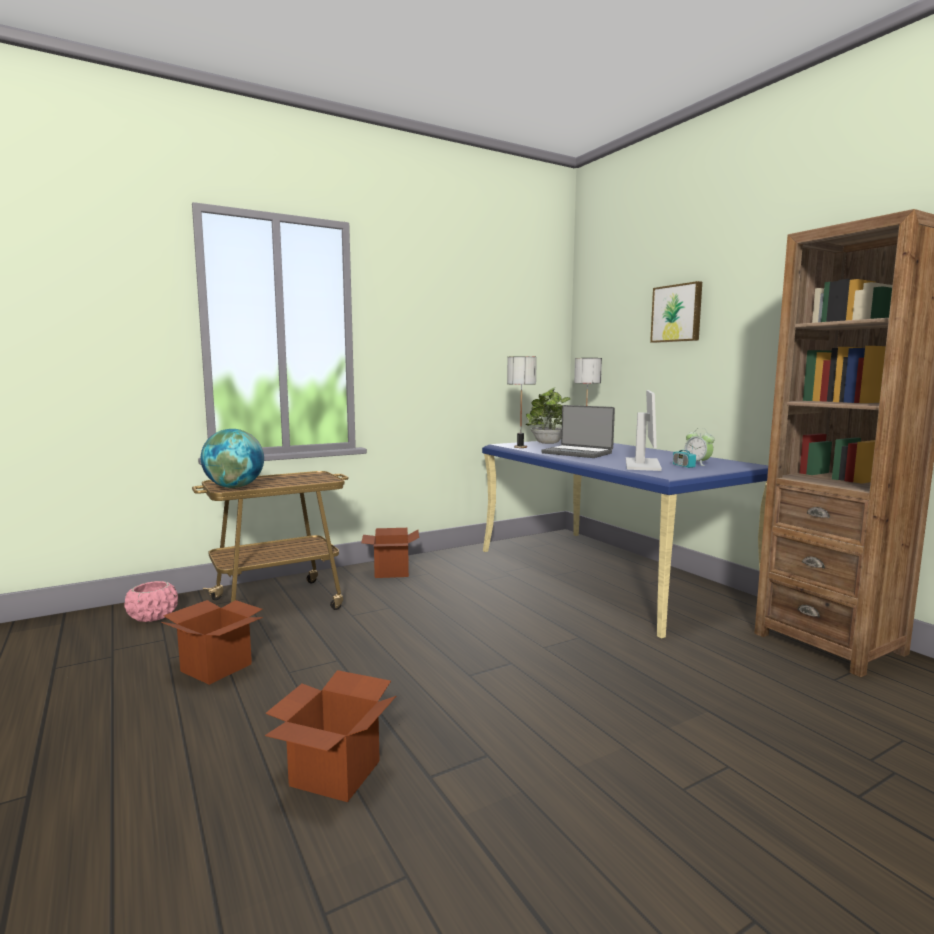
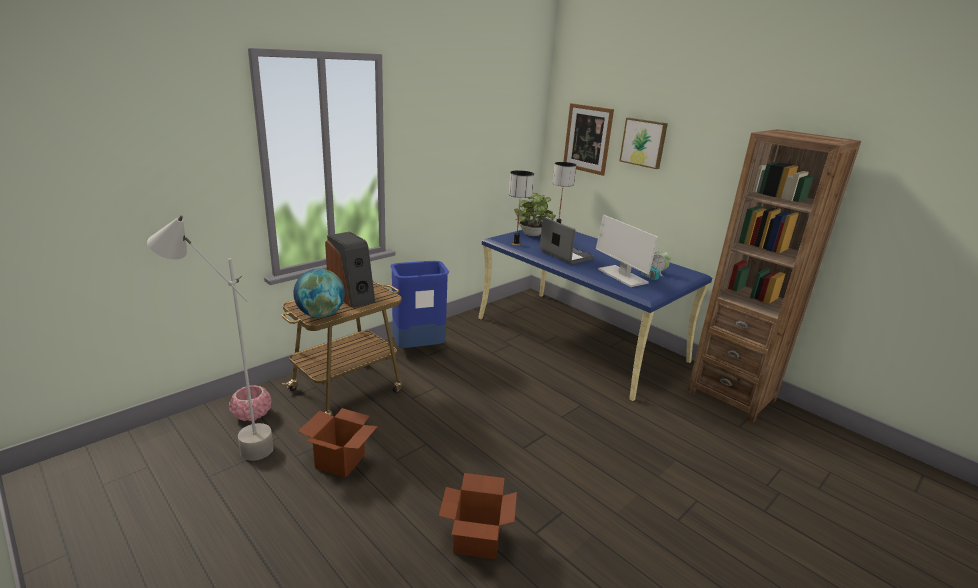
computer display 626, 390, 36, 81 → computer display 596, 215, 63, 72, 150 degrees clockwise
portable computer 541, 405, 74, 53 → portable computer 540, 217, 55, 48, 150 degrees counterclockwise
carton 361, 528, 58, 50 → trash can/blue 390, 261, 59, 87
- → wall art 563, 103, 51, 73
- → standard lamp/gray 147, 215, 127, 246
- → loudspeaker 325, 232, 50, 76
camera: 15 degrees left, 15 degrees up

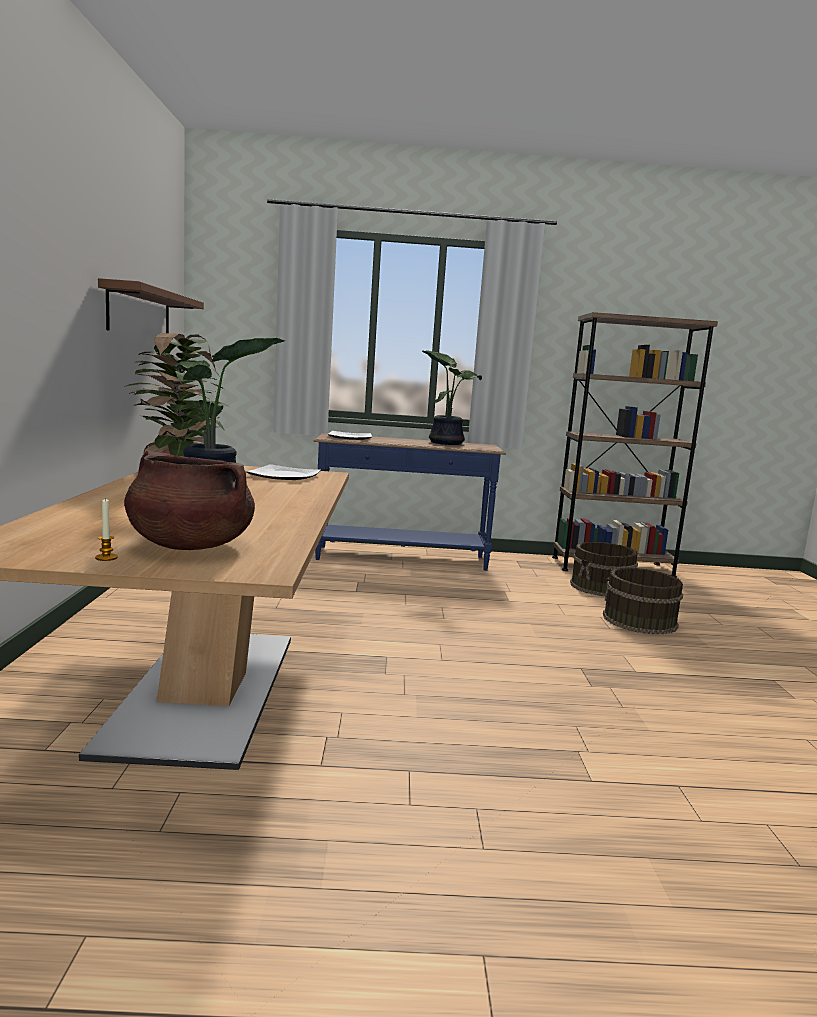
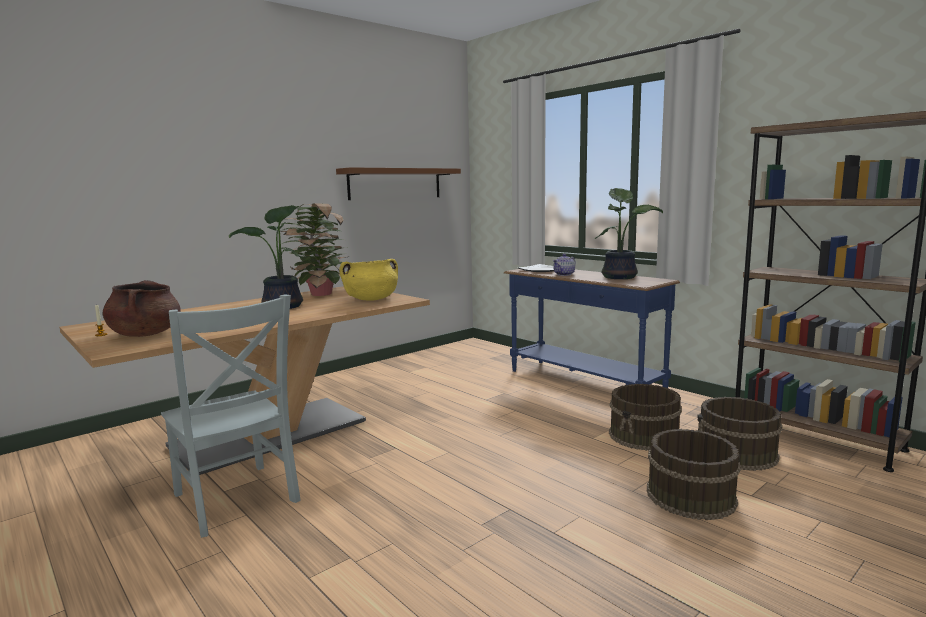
plate 246, 464, 75, 16 → stockpot/yellow-coloured 339, 259, 59, 42
- → tea pot 553, 254, 23, 22
- → upright chair/gray 161, 294, 140, 244
- → pail/brownish 609, 384, 73, 67
camera: 50 degrees right, 0 degrees up

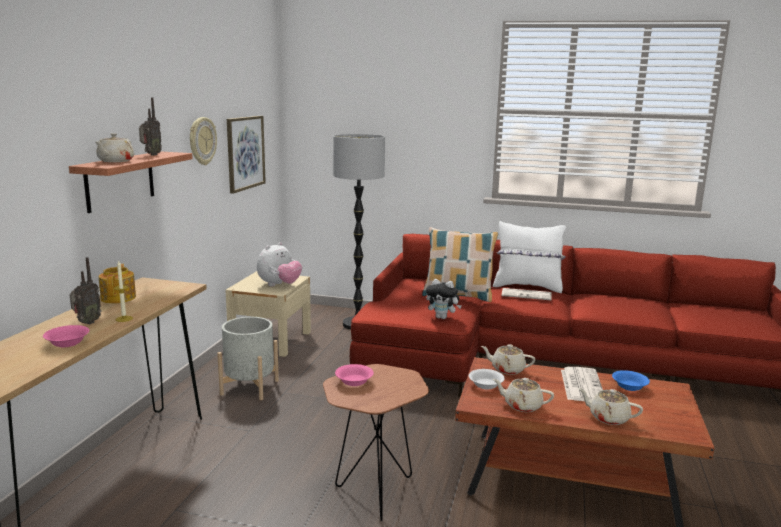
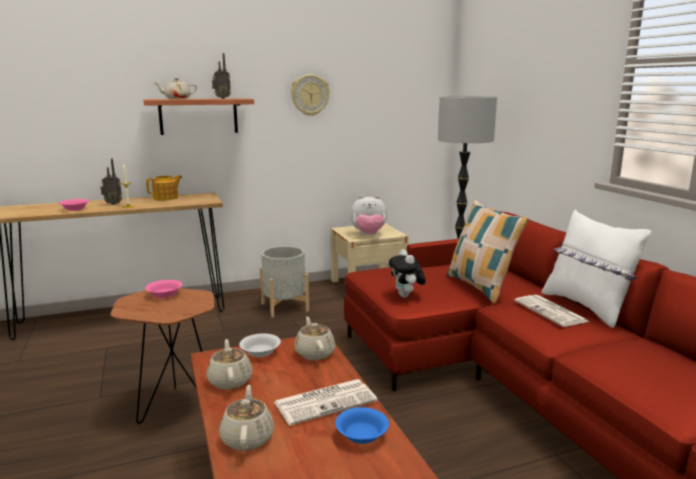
wall art 227, 116, 39, 78 → -
camera: 55 degrees right, 0 degrees up

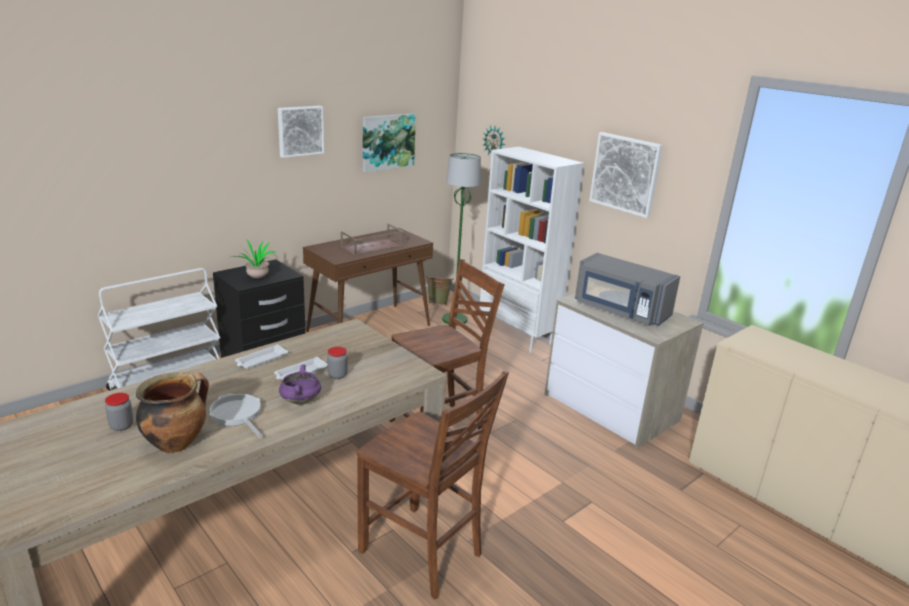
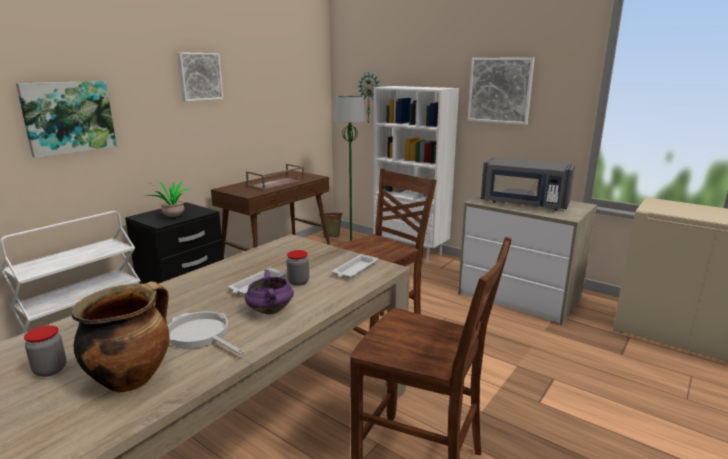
wall art 363, 114, 53, 58 → wall art 16, 81, 101, 77, shifted
tray/whitish 235, 344, 53, 25 → tray/whitish 332, 254, 46, 25, shifted
camera: 10 degrees left, 5 degrees down

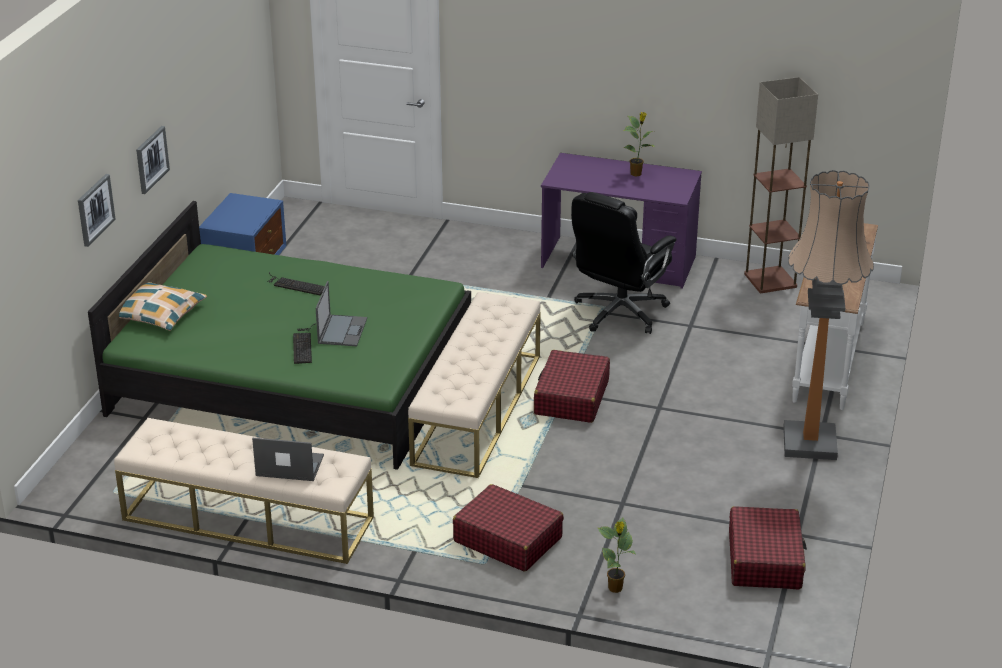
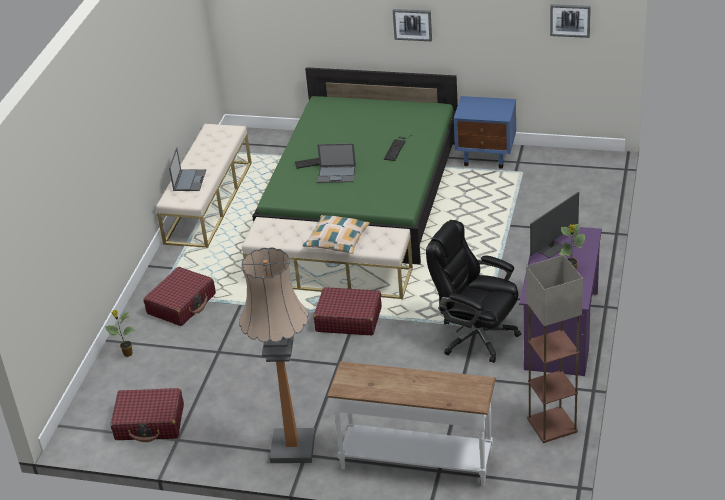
wall art 78, 174, 38, 73 → wall art 550, 4, 41, 34, shifted
throw pillow 119, 282, 88, 49 → throw pillow 302, 215, 68, 39, shifted
- → computer display 530, 192, 49, 66
camera: 90 degrees right, 5 degrees up

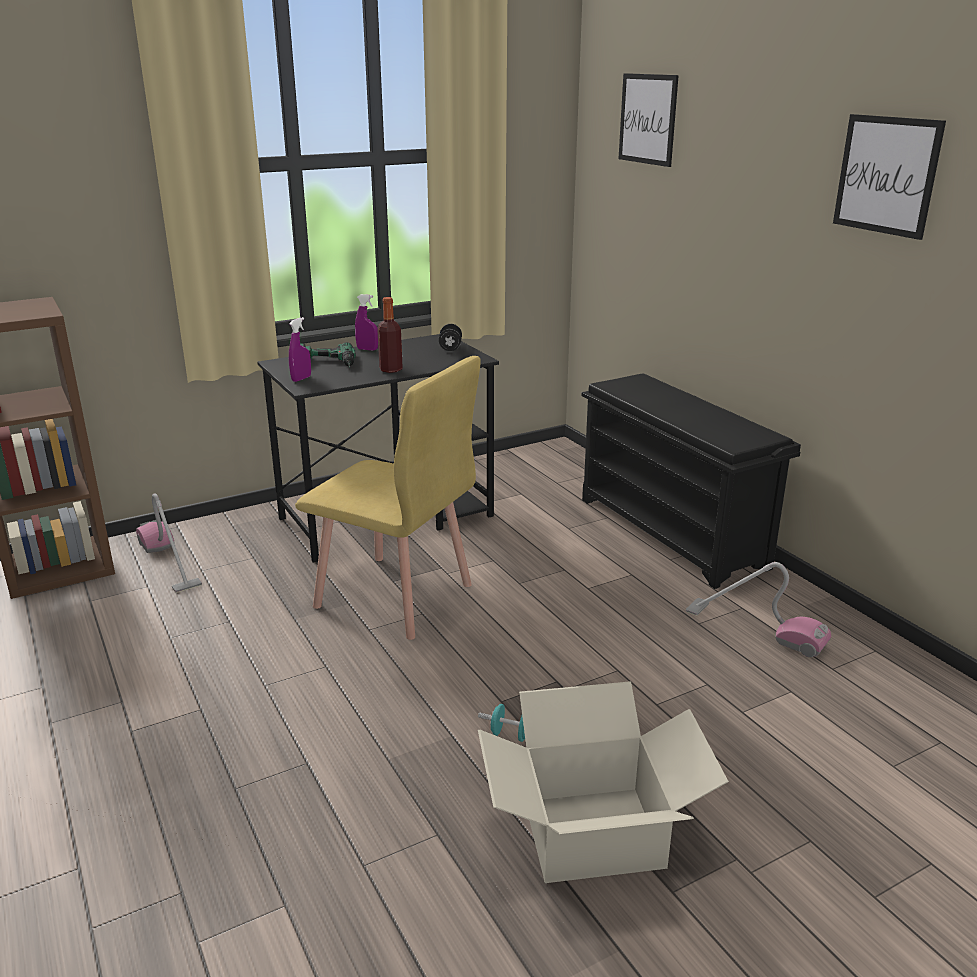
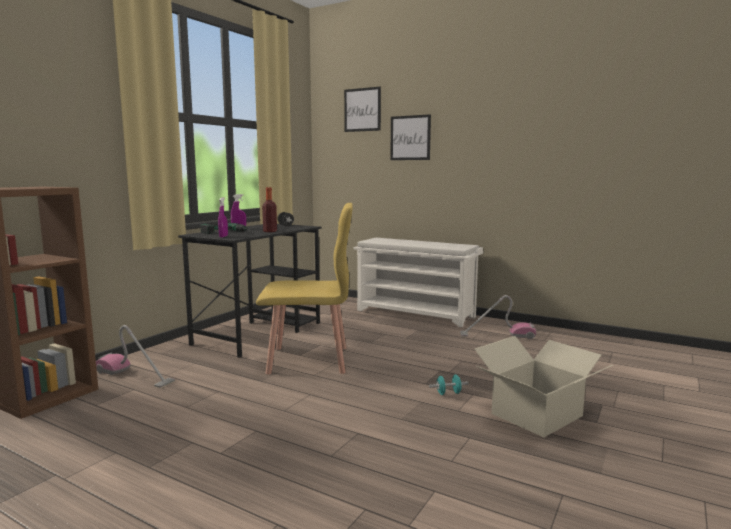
wall art 833, 114, 113, 126 → wall art 390, 114, 41, 46, shifted
shoe stand/blackish 581, 374, 220, 215 → shoe stand/whitish 353, 238, 130, 89
camera: 30 degrees left, 15 degrees down

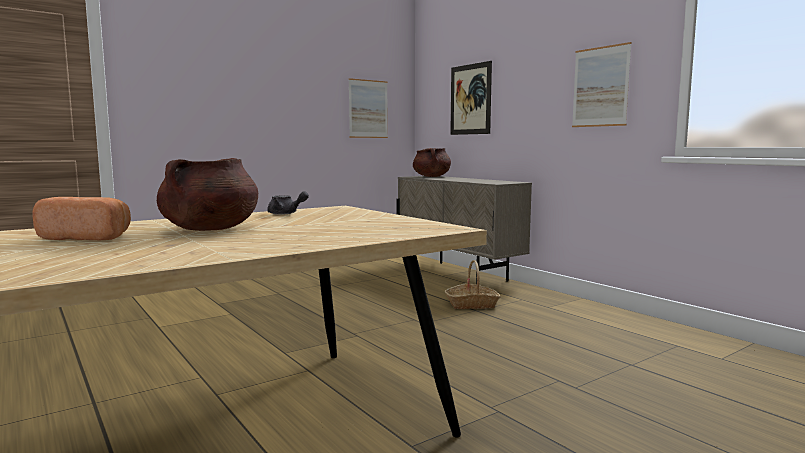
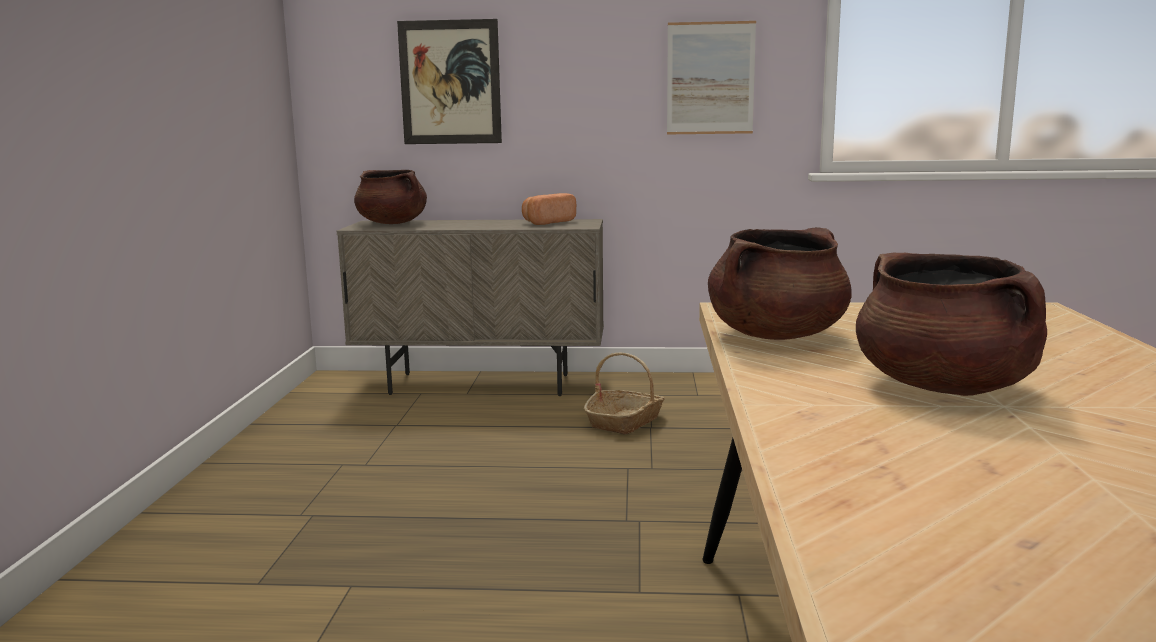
wall art 349, 78, 39, 60 → -
tea pot/gray 267, 191, 42, 24 → stockpot/brownish 708, 227, 144, 113
bakery bread 32, 197, 99, 43 → bakery bread 522, 193, 54, 32, shifted
camera: 50 degrees left, 5 degrees up

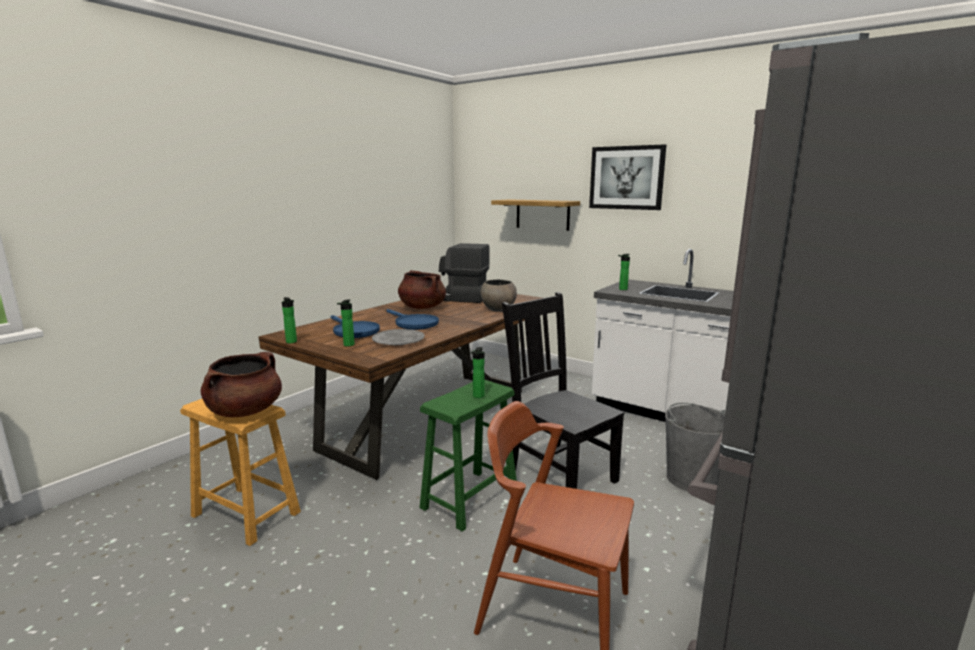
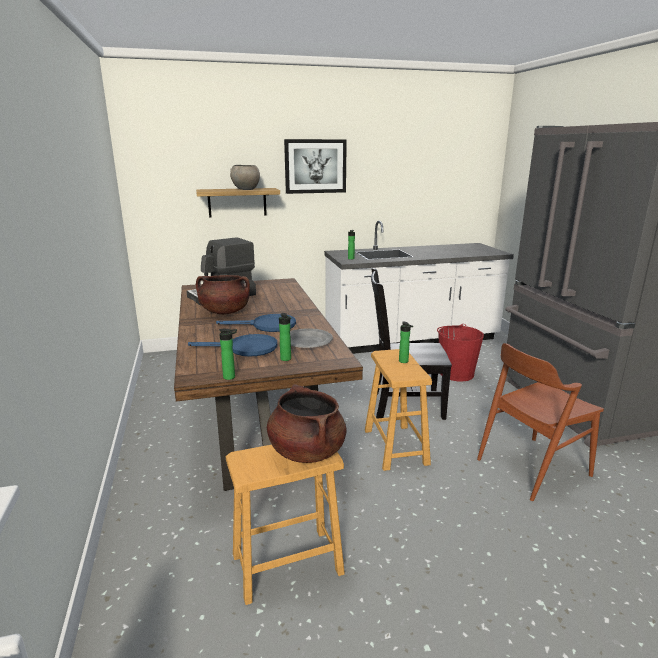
serving bowl/gray 481, 279, 36, 33 → serving bowl/gray 230, 165, 30, 25, shifted
stool seat/greenish 419, 380, 98, 152 → stool seat/brownish 365, 349, 67, 122
pail/gray 665, 403, 61, 88 → pail/reddish 437, 324, 47, 58
camera: 50 degrees left, 5 degrees up

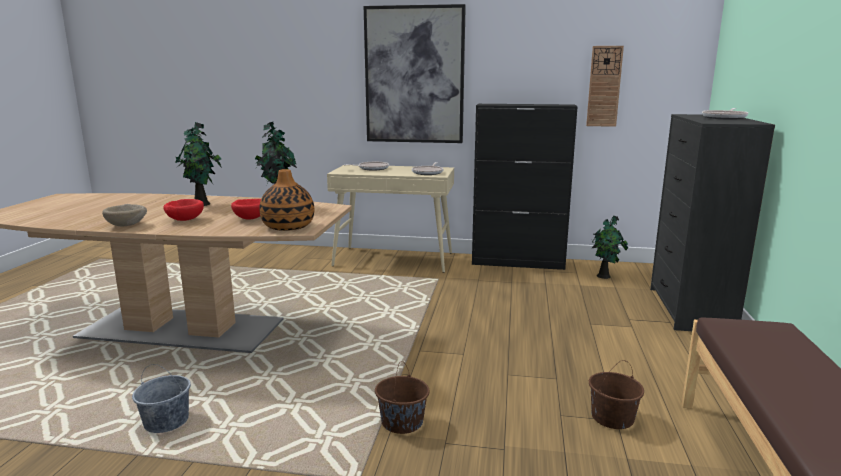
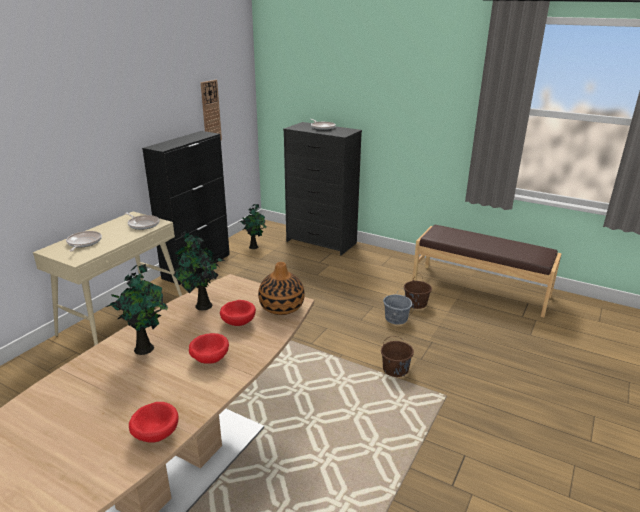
wall art 364, 4, 102, 139 → -
serving bowl/beige 102, 204, 45, 22 → -
pail/gray 132, 364, 59, 69 → pail/gray 383, 288, 29, 37, shifted
- → serving bowl/reddish 129, 402, 49, 41
camera: 70 degrees left, 10 degrees up

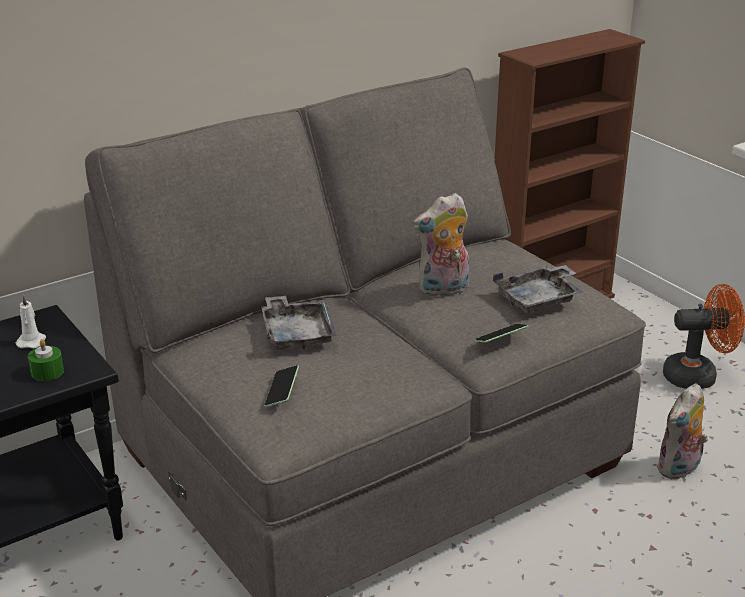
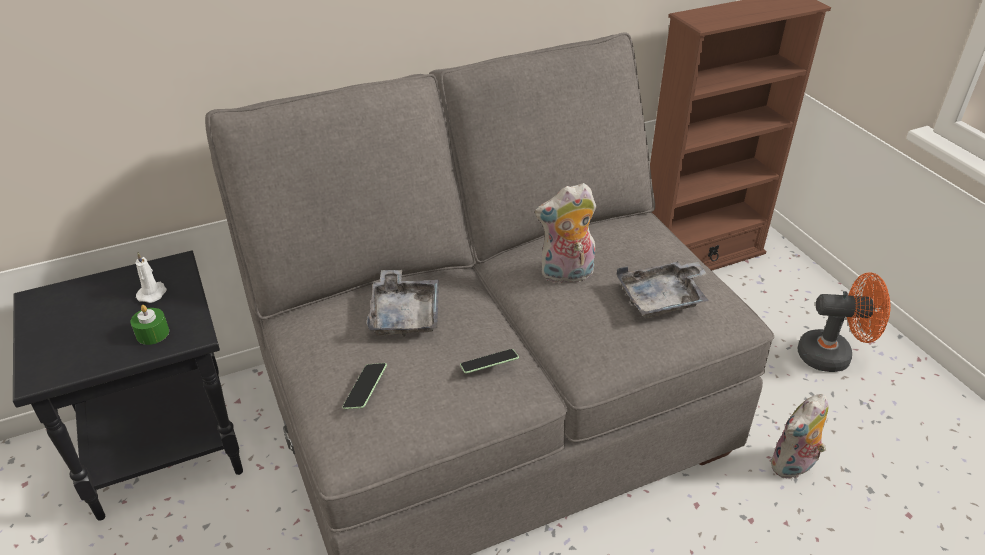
phone 474, 324, 54, 19 → phone 460, 349, 59, 25, shifted
camera: 10 degrees right, 10 degrees up

